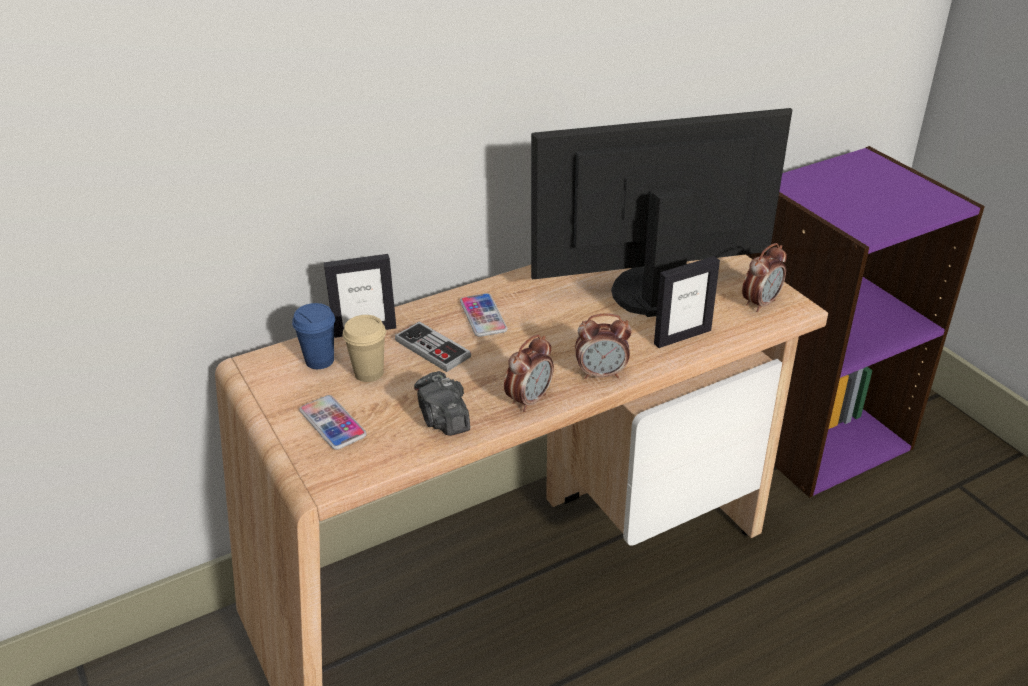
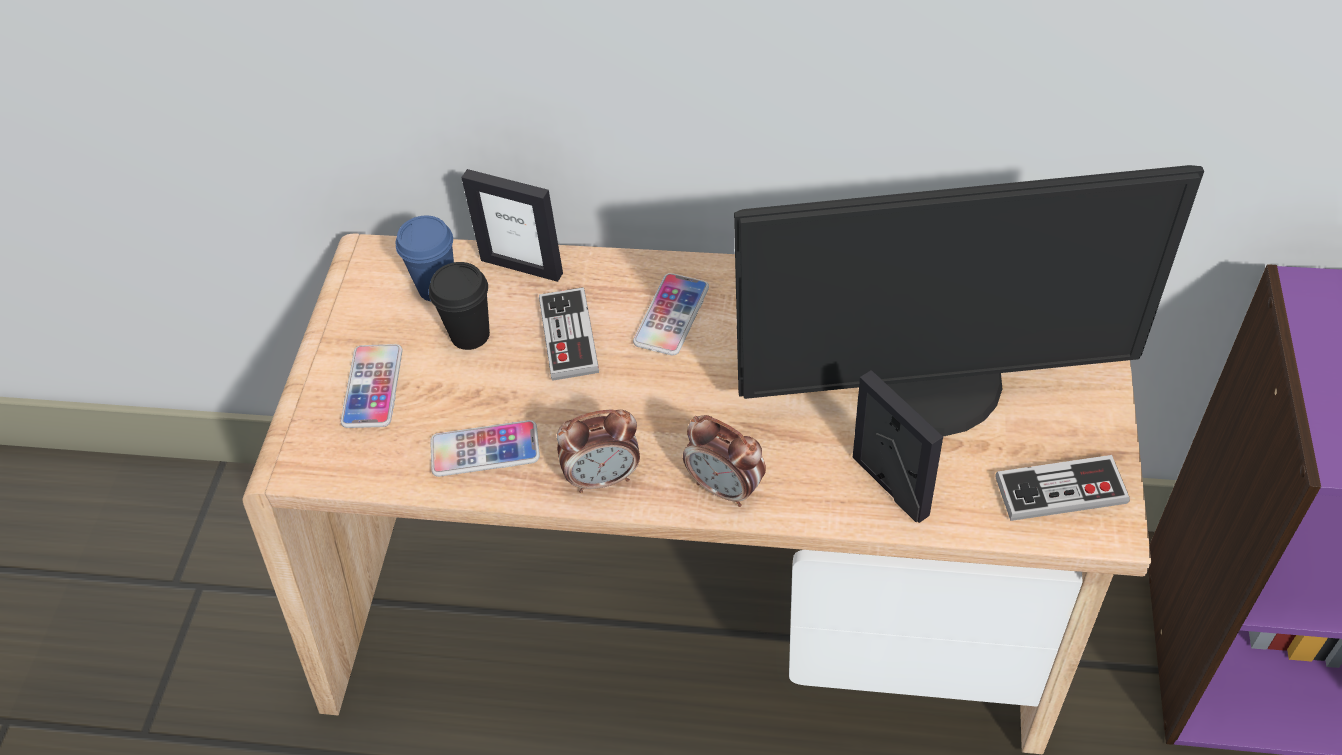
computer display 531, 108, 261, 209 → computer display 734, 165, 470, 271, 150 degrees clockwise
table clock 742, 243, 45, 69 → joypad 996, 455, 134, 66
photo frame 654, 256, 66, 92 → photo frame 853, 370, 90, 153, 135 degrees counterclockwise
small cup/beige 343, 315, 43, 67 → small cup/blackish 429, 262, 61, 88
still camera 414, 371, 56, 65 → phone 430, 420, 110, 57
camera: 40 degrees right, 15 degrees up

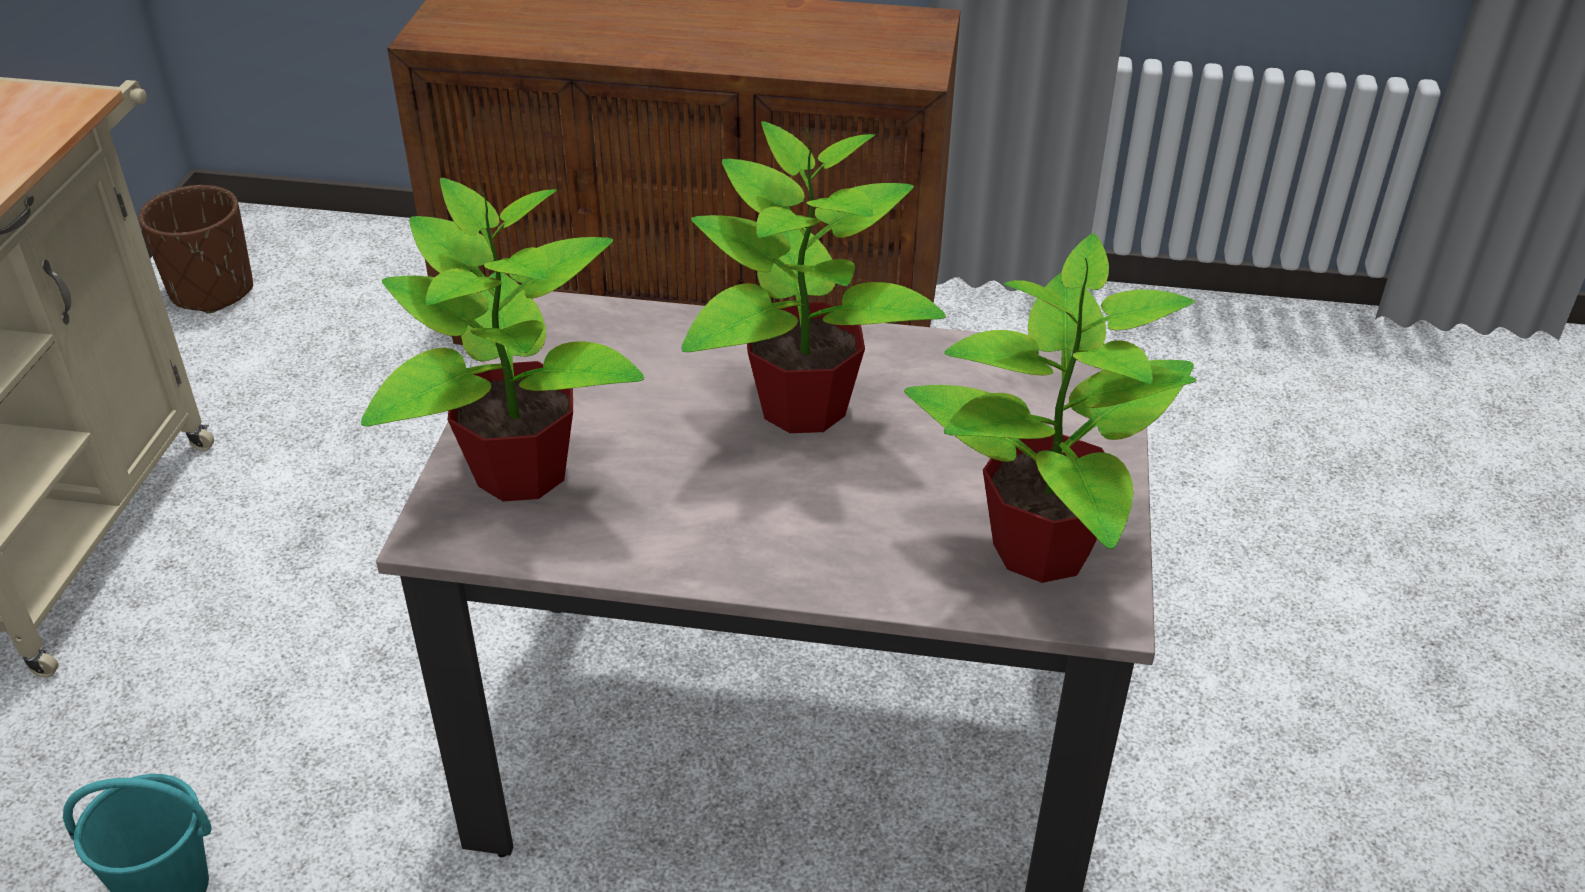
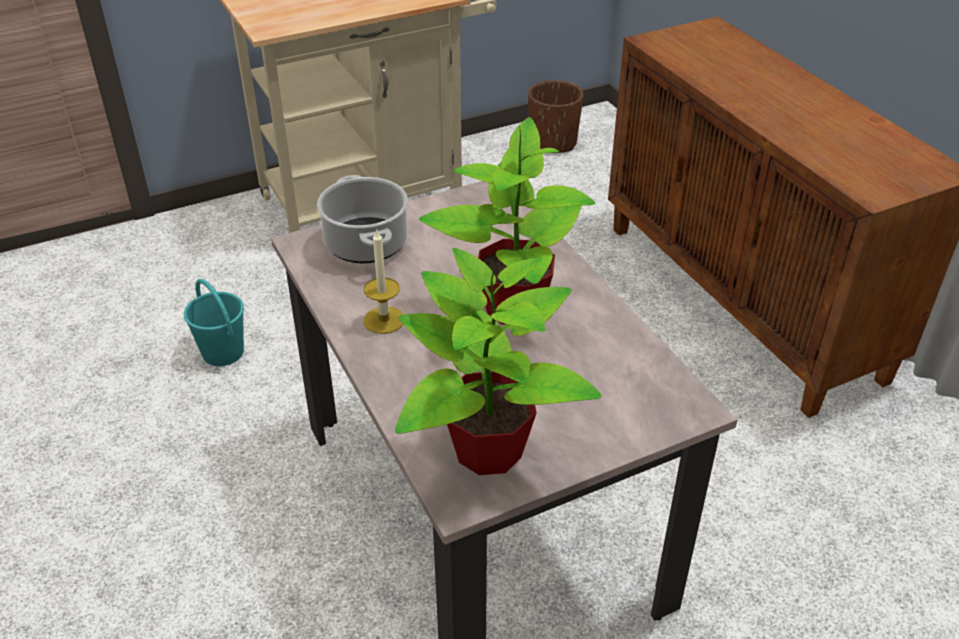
houseplant 361, 178, 283, 324 → stockpot 317, 175, 91, 88
- → candle 364, 228, 39, 106
camera: 55 degrees right, 0 degrees up

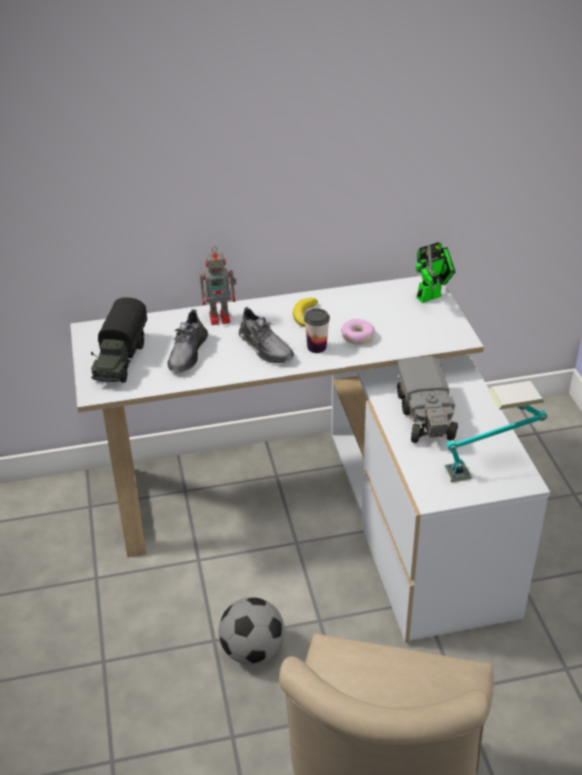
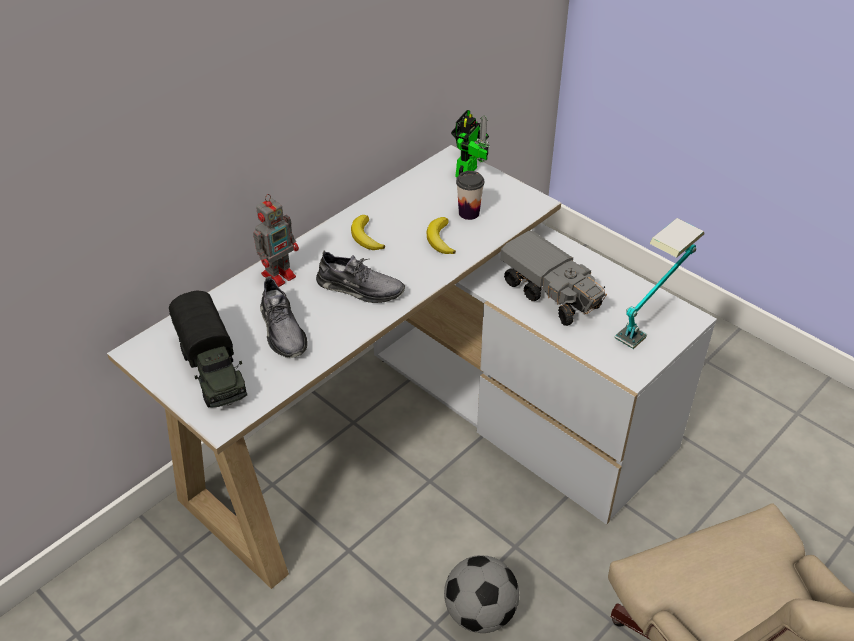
small cup 304, 308, 26, 45 → small cup 456, 171, 28, 49, shifted
doughnut 341, 319, 34, 25 → banana fruit 427, 217, 29, 37
camera: 35 degrees left, 5 degrees up

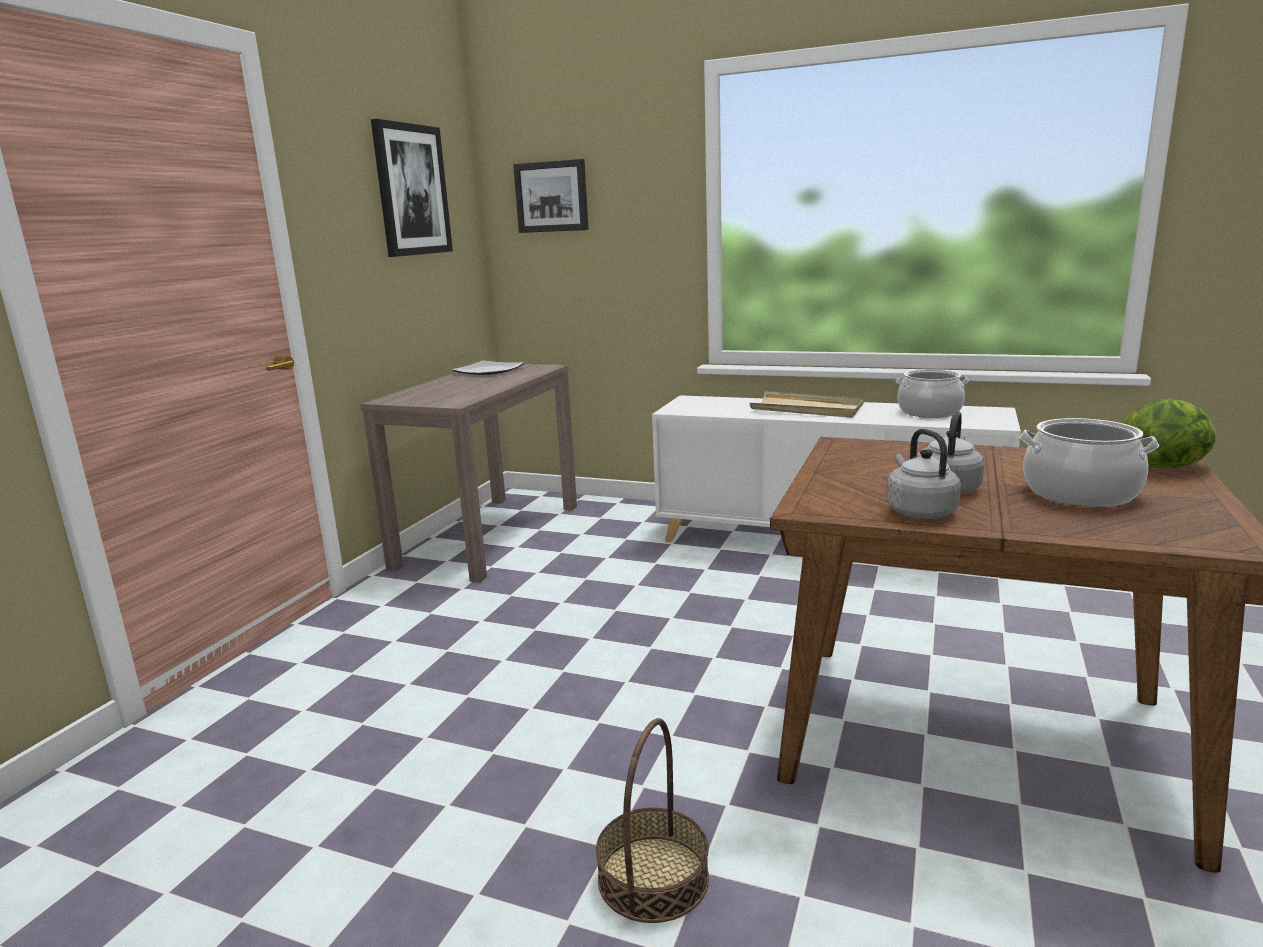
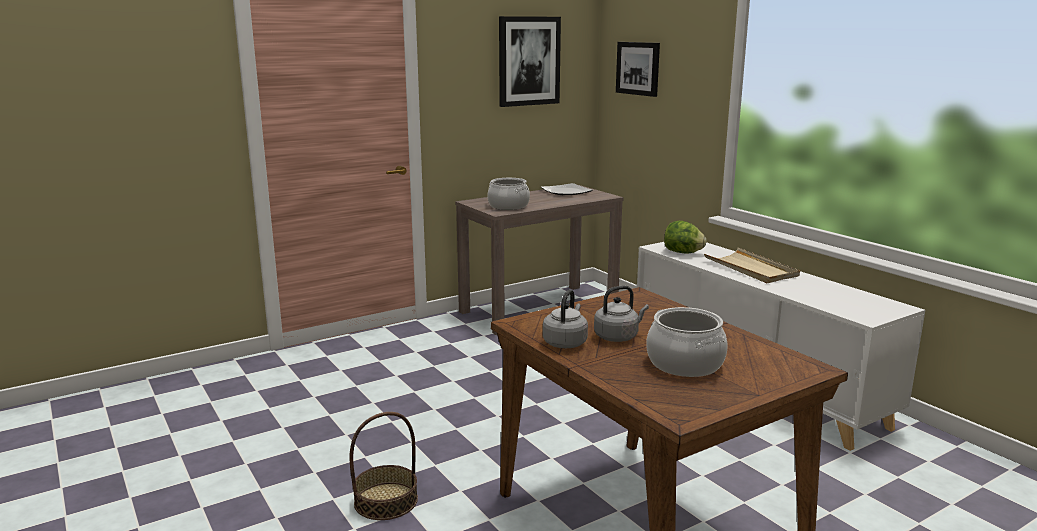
stockpot 895, 369, 74, 49 → stockpot 487, 178, 43, 32, shifted
head of lettuce 1122, 399, 94, 69 → head of lettuce 664, 221, 43, 33, shifted
camera: 35 degrees right, 0 degrees up

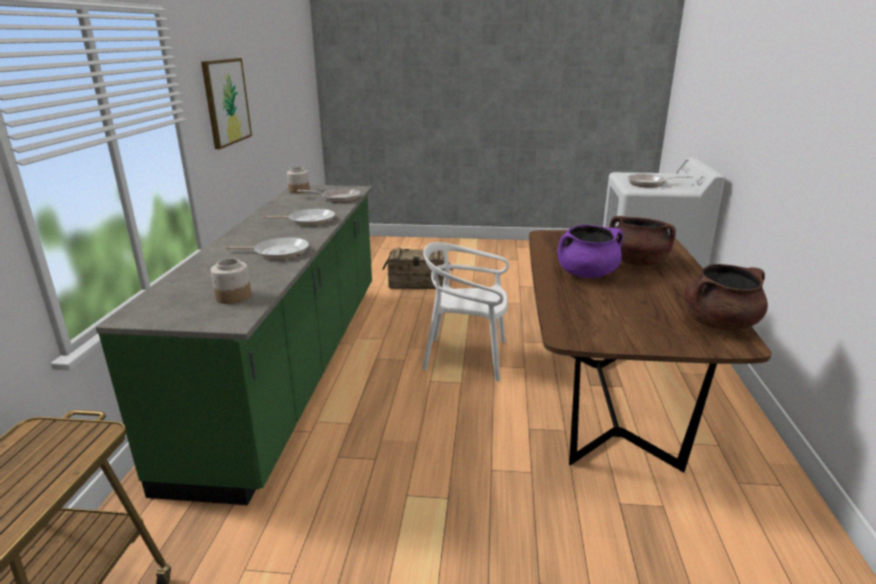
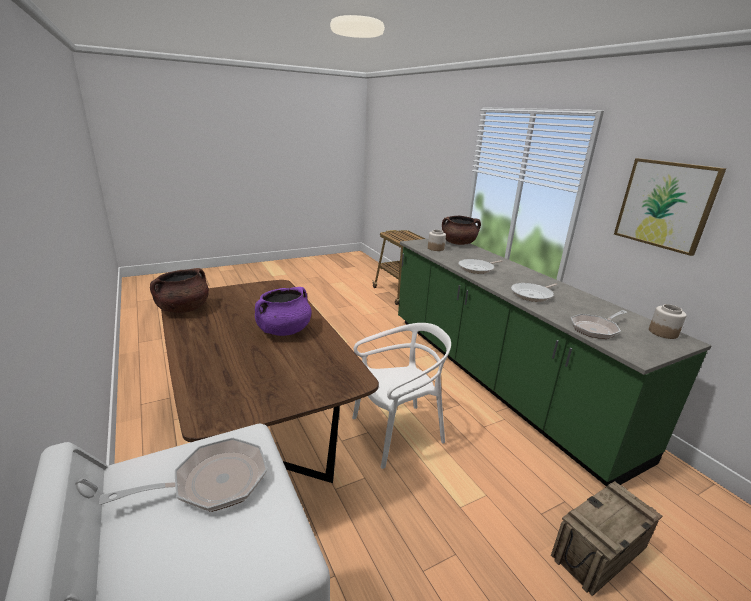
stockpot/brownish 609, 216, 67, 50 → stockpot/brownish 442, 216, 39, 29, shifted
camera: 145 degrees right, 0 degrees up

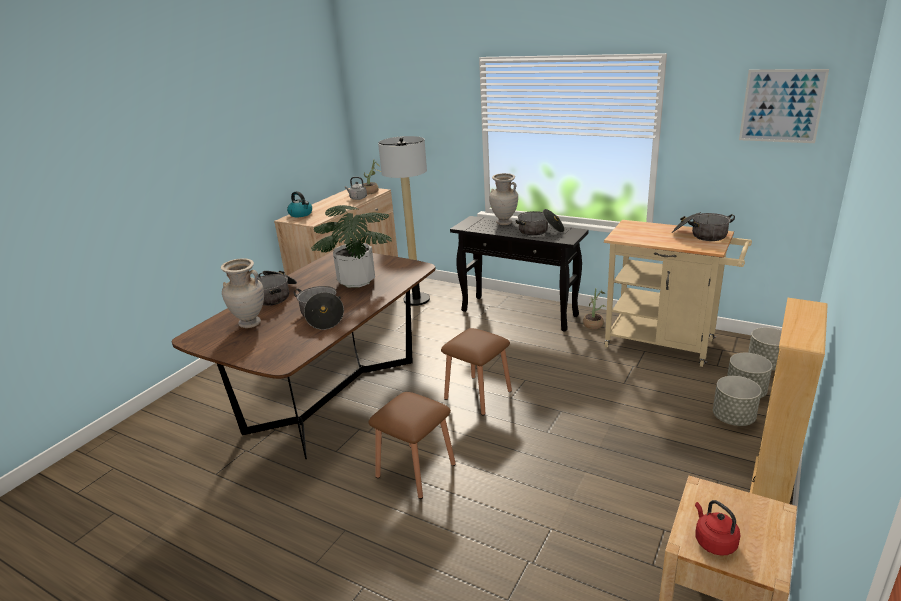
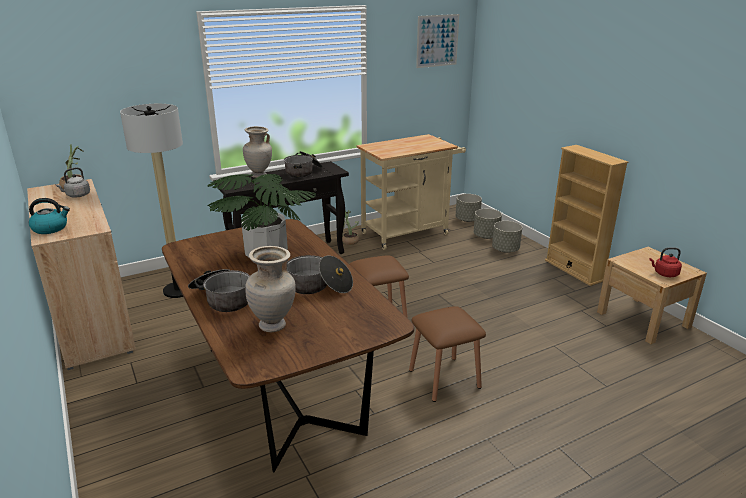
stockpot 672, 212, 63, 29 → -
camera: 60 degrees left, 0 degrees up

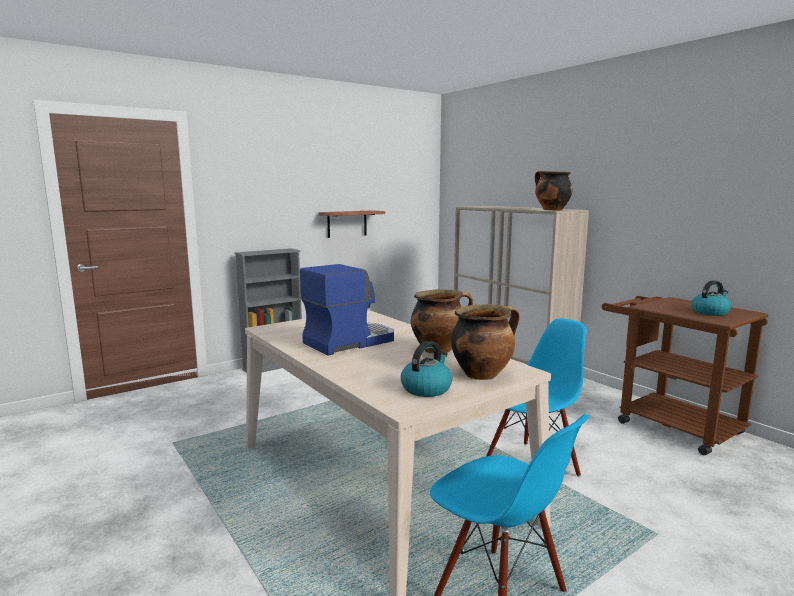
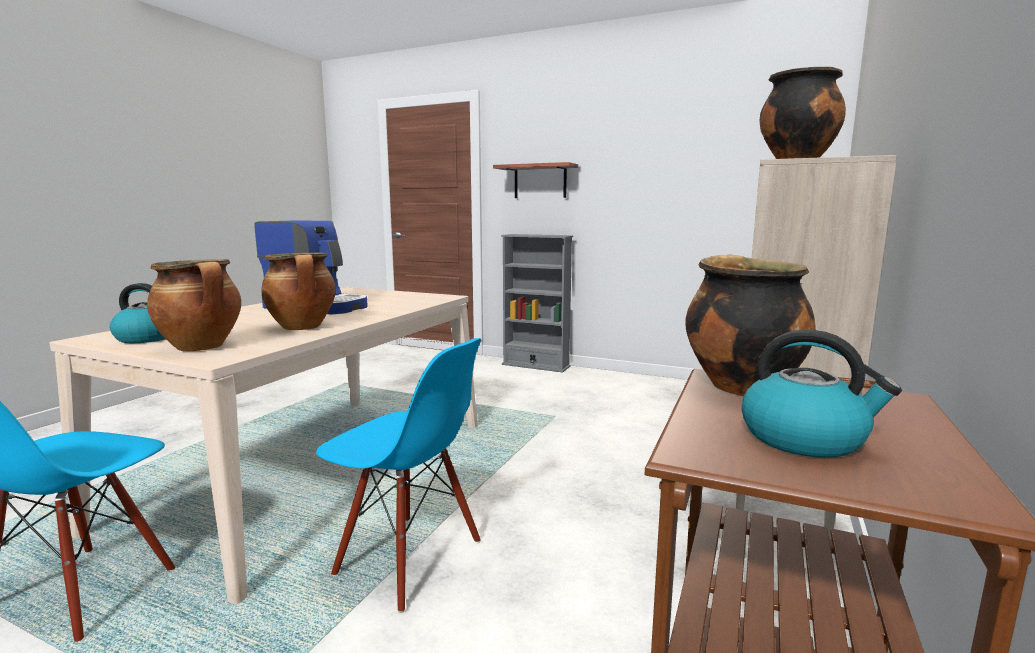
shelf 318, 210, 67, 28 → shelf 493, 162, 85, 36, shifted
- → stockpot 685, 255, 131, 141
camera: 60 degrees right, 0 degrees up

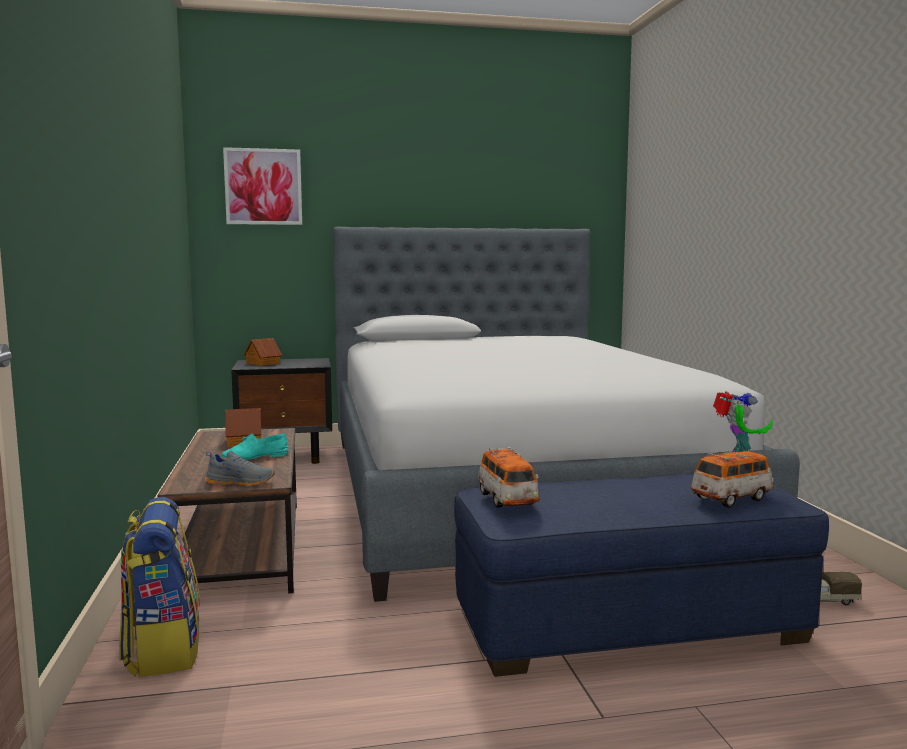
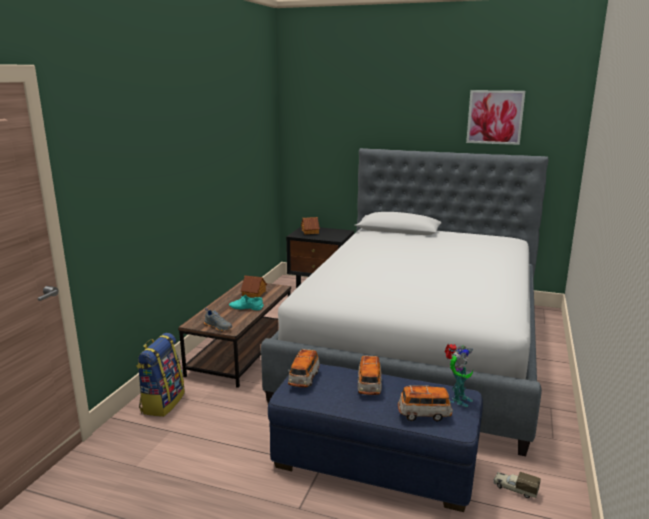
wall art 223, 147, 79, 78 → wall art 466, 90, 59, 55, shifted
- → toy car 357, 355, 25, 40
camera: 30 degrees right, 10 degrees up

